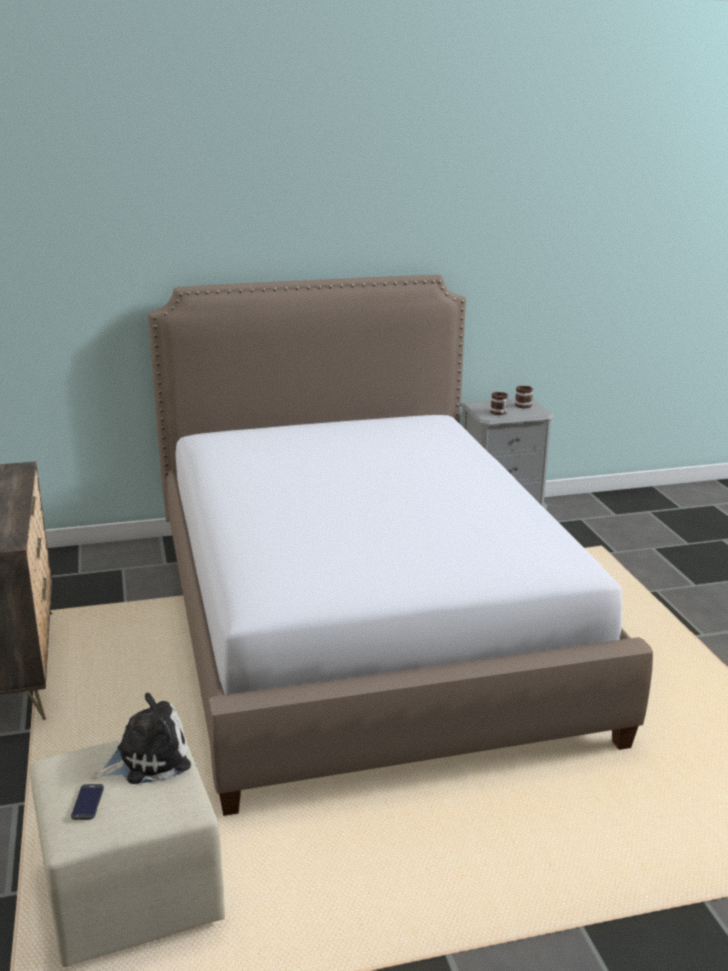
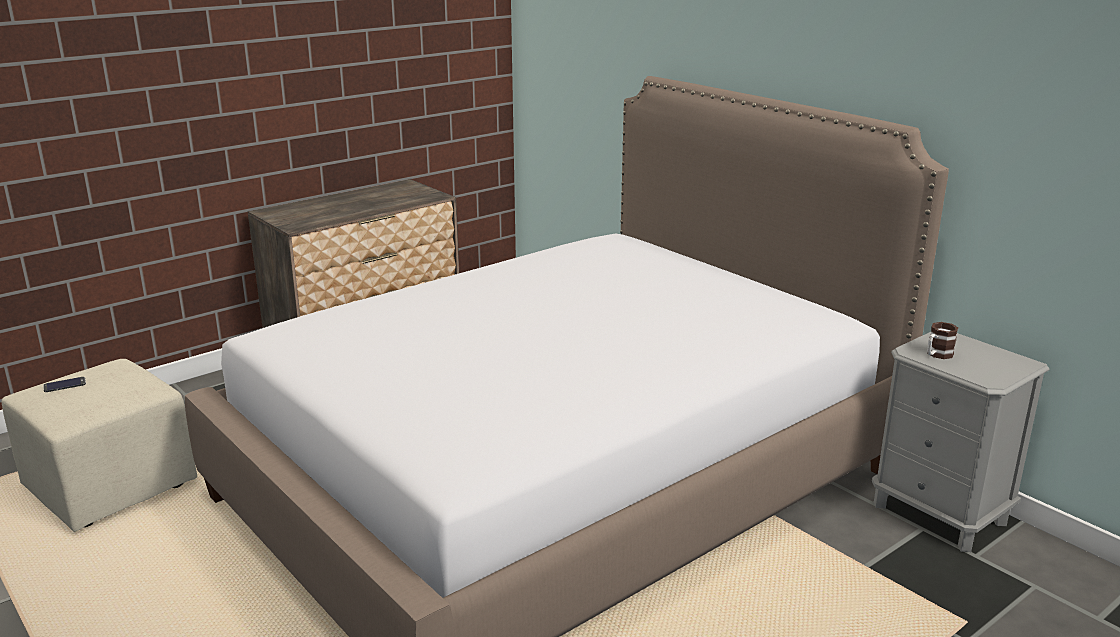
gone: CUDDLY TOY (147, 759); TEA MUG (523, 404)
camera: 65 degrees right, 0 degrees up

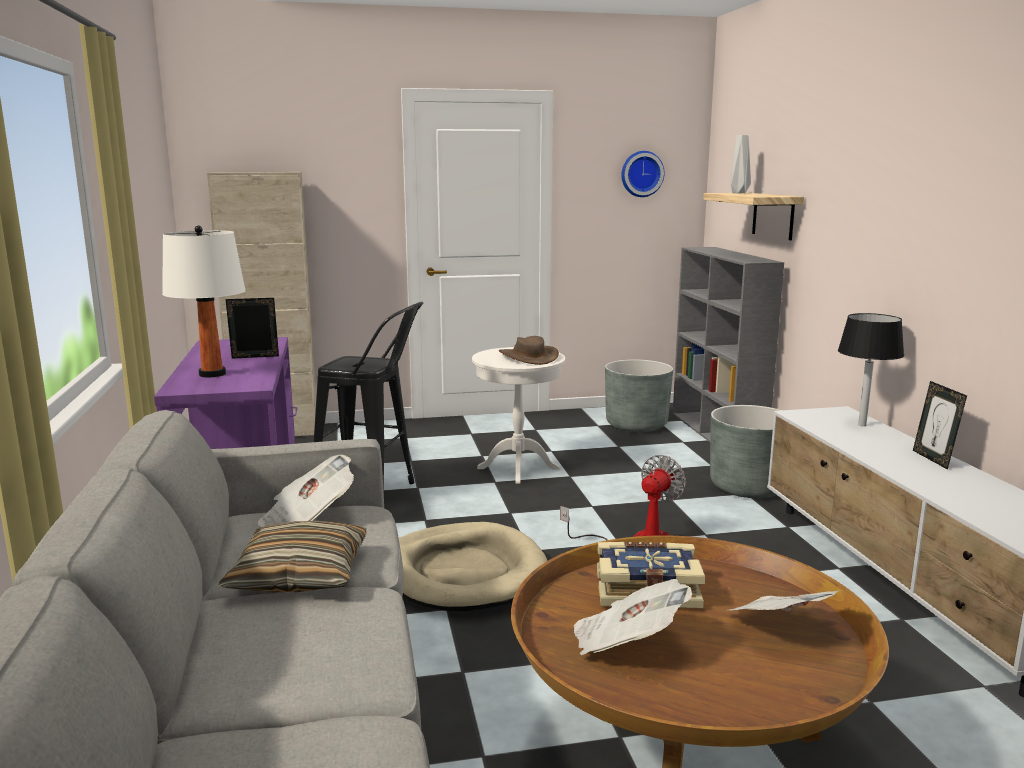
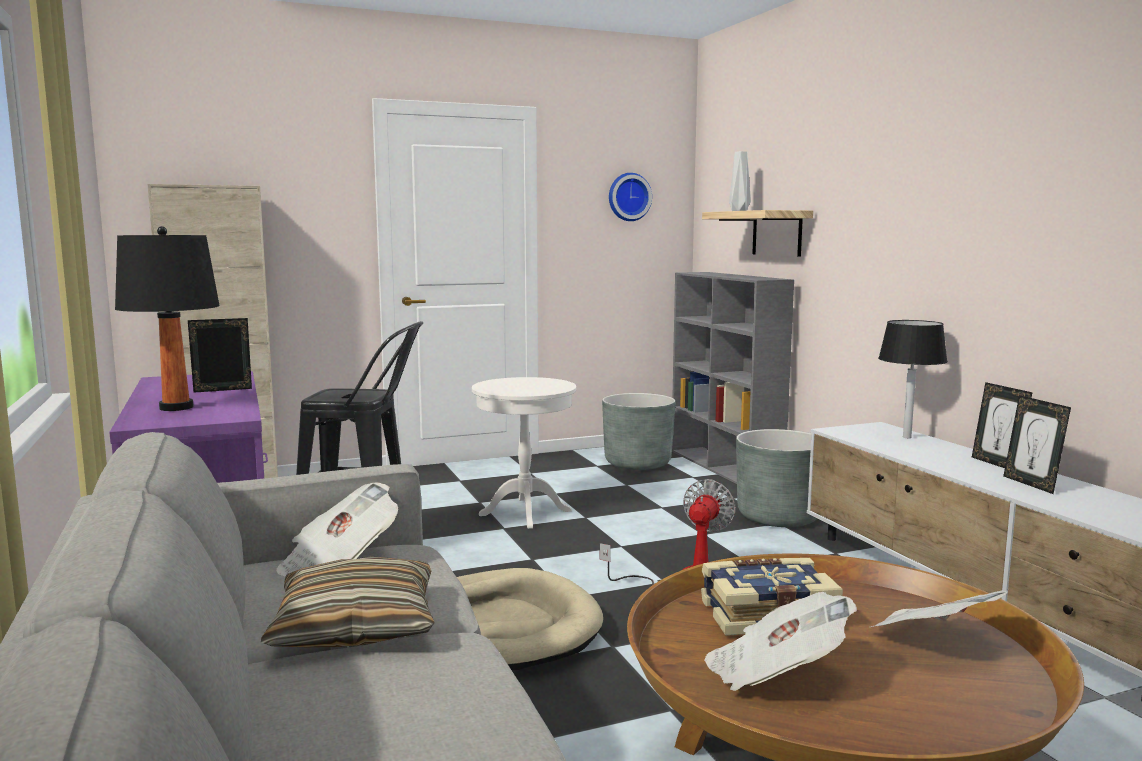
gone: BROWN CLOTHING HAT (528, 357)
new: STANDING FRAME (1031, 484)
repainted: WHITE LAMP FOR A TABLE (212, 374) to BLACKISH LAMP FOR A TABLE (176, 407)
camera: 10 degrees left, 5 degrees down

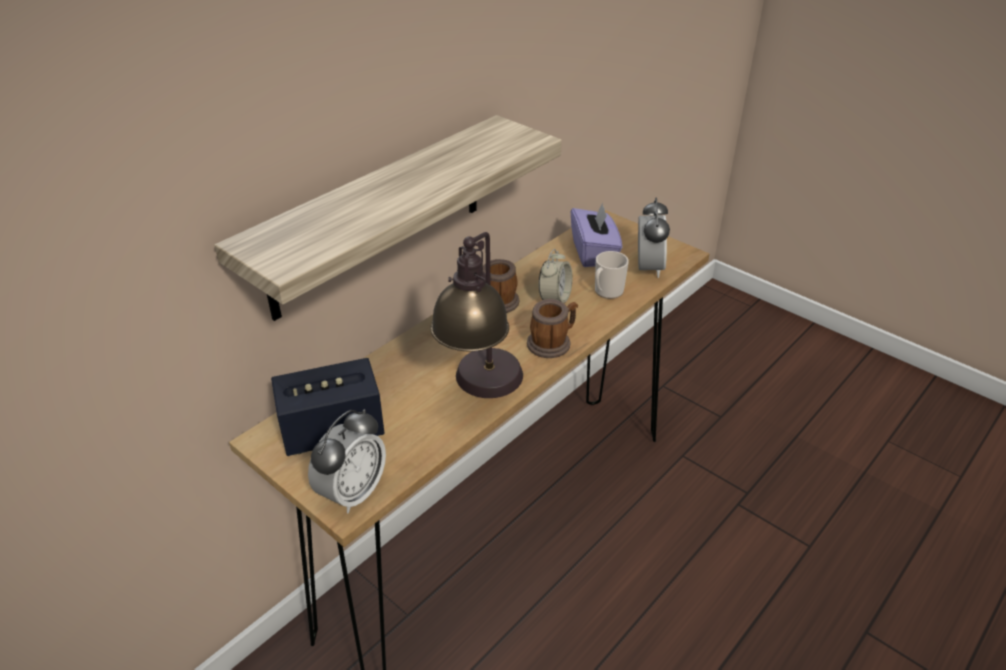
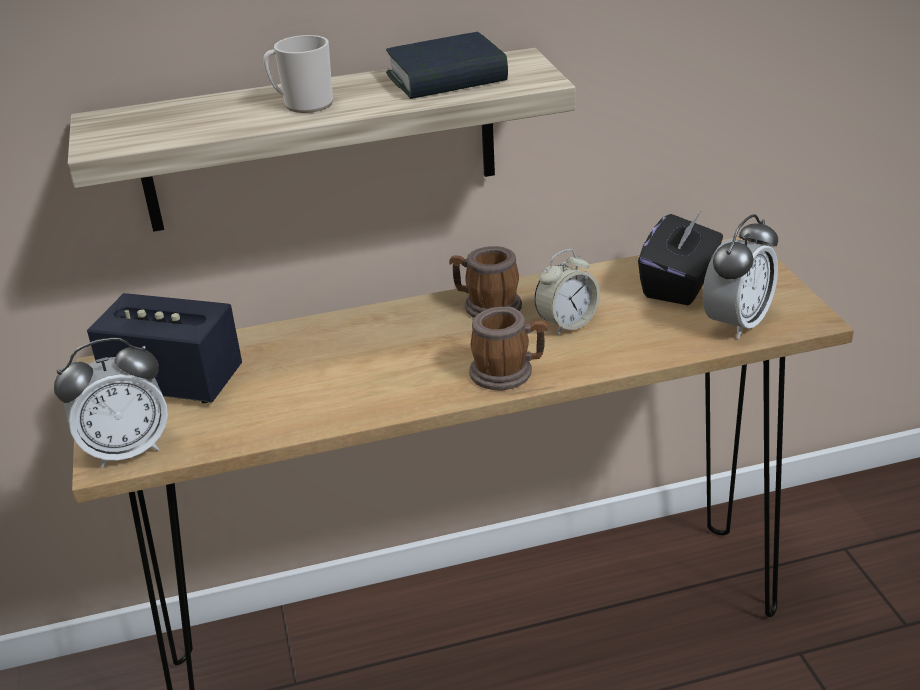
gone: LAMP FOR A TABLE (481, 393)
new: VOLUME (447, 78)
shifted: TEA MUG (606, 292) to (303, 104)
repainted: PURPLE-COLOURED BOX OF TISSUES (594, 253) to BLACKISH BOX OF TISSUES (679, 284)
camera: 35 degrees right, 5 degrees down

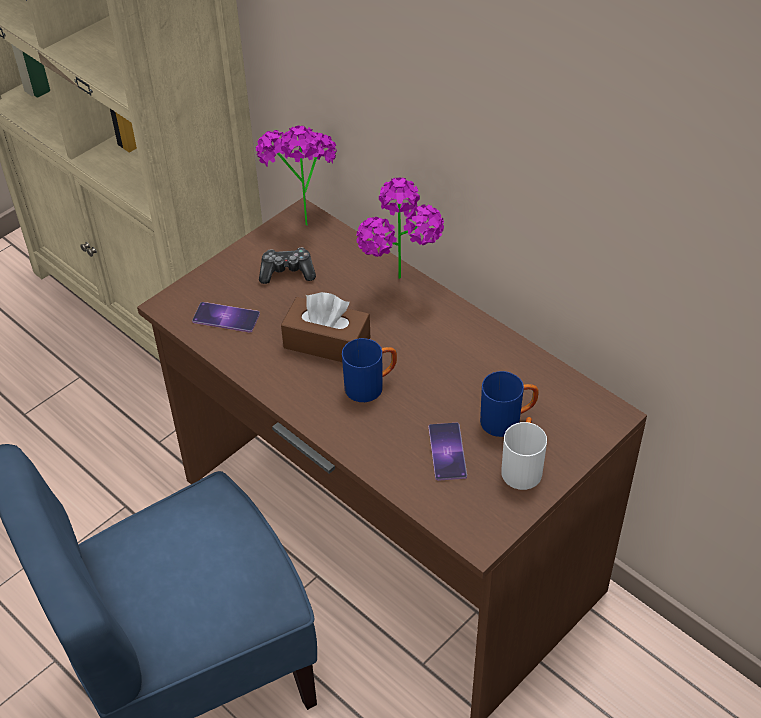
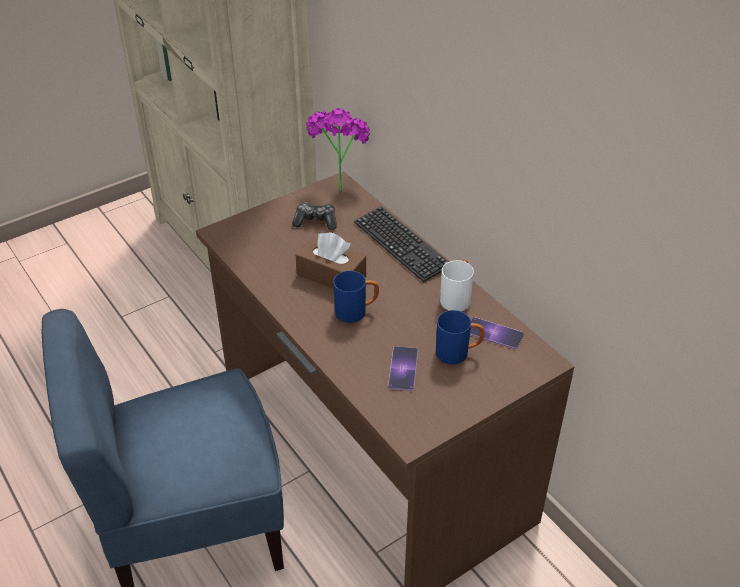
shifted: WHITE TEA MUG (522, 467) to (457, 298); PHONE (226, 317) to (494, 333)
swapped: HOUSEPLANT (402, 288) to COMPUTER KEYBOARD (401, 245)
camera: 10 degrees right, 5 degrees down

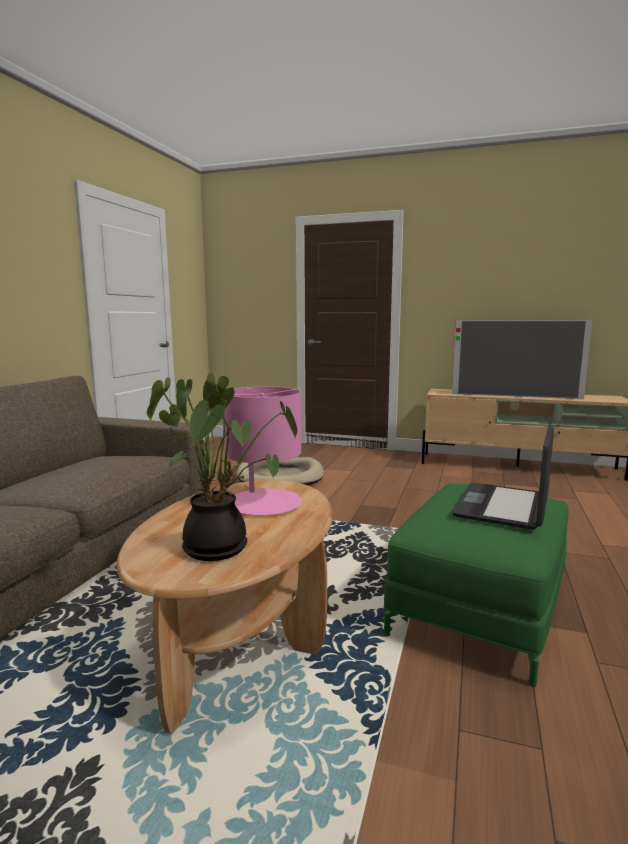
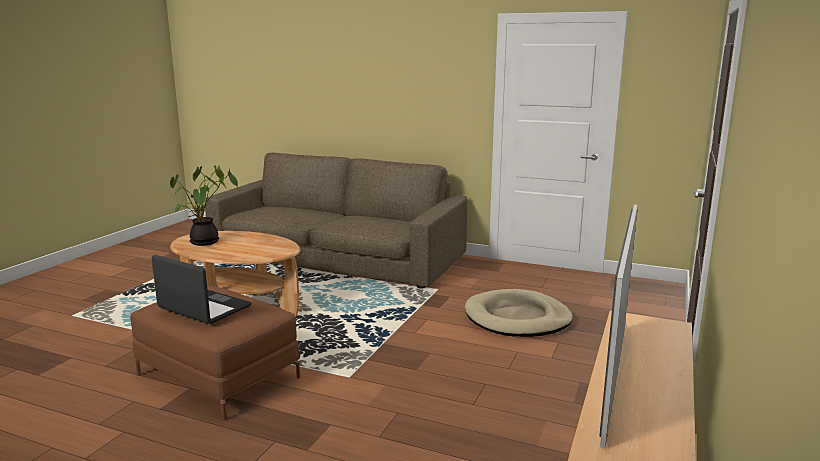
gone: PINK LAMP FOR A TABLE (264, 504)
repainted: GREEN OTTOMAN (481, 607) to BROWN OTTOMAN (217, 376)
camera: 95 degrees right, 5 degrees up

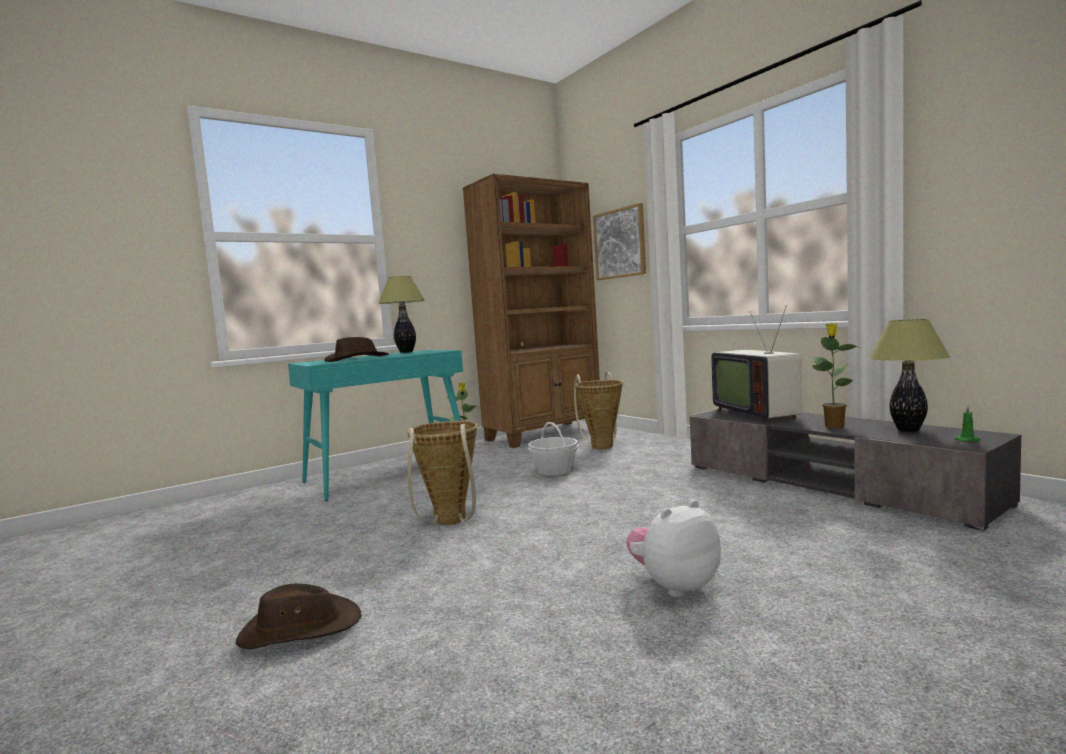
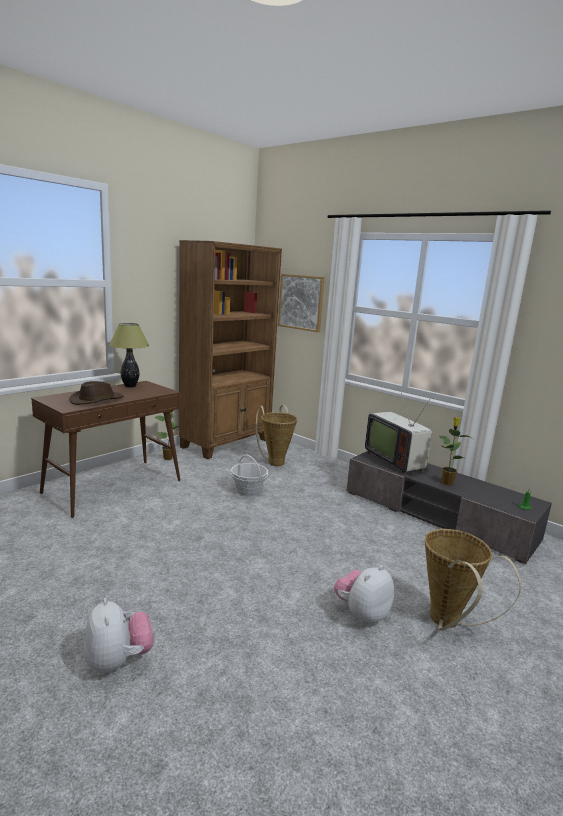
gone: LAMP FOR A TABLE (908, 430)
shifted: STORAGE BASKET (449, 522) to (448, 624)
swapped: BROWN CLOTHING HAT (300, 628) to CUDDLY TOY (118, 661)
repainted: BLUE-GREEN NARROW TABLE (389, 474) to BROWN NARROW TABLE (114, 486)
camera: 15 degrees left, 10 degrees up

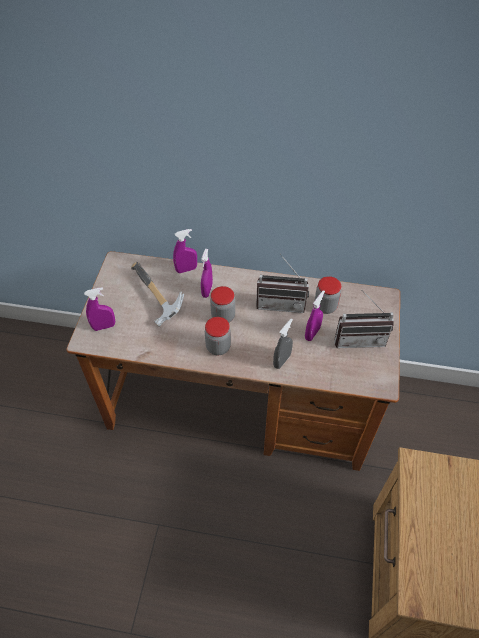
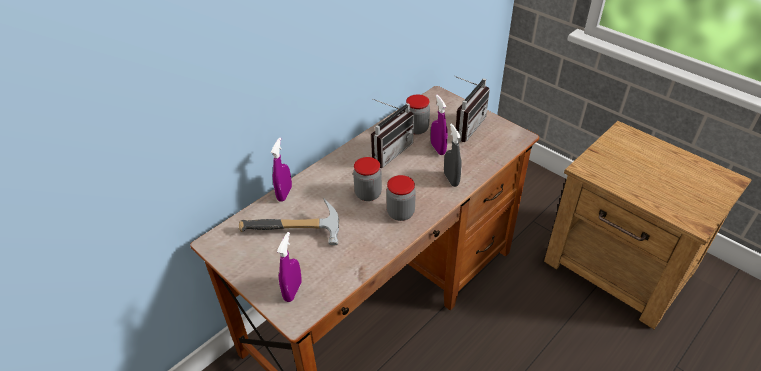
gone: PURPLE-COLOURED SPRAYER (207, 290)
camera: 55 degrees left, 10 degrees down

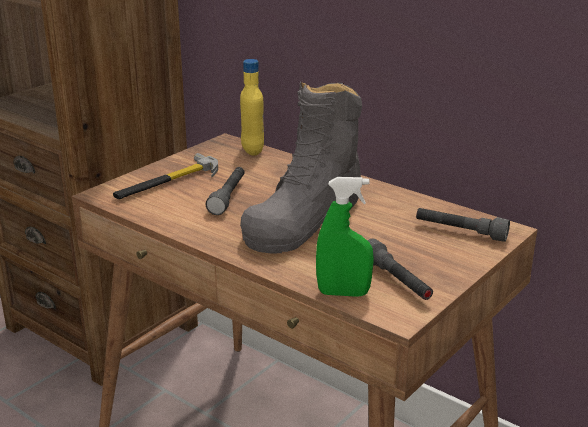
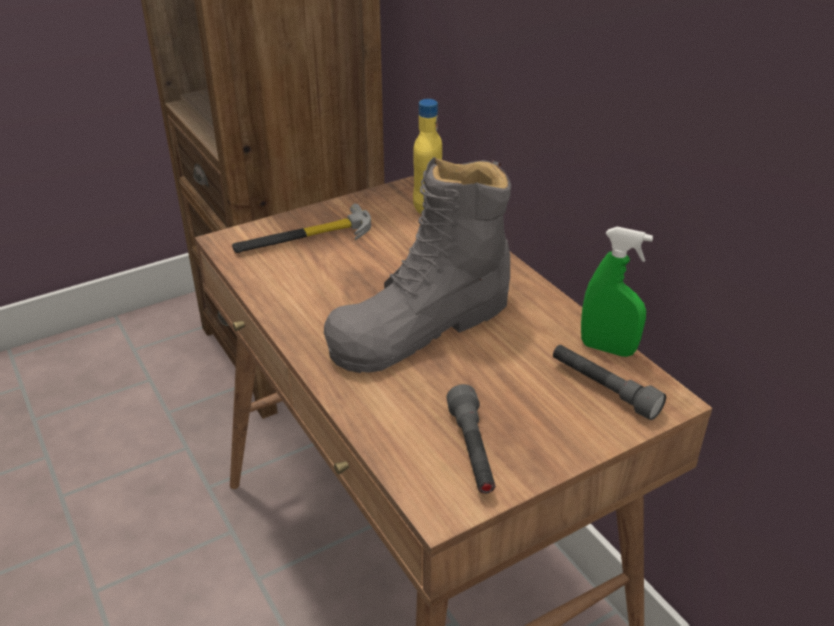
gone: GREY FLASHLIGHT (228, 197)
shifted: GREEN SPRAYER (343, 293) to (607, 348)
camera: 20 degrees right, 10 degrees up

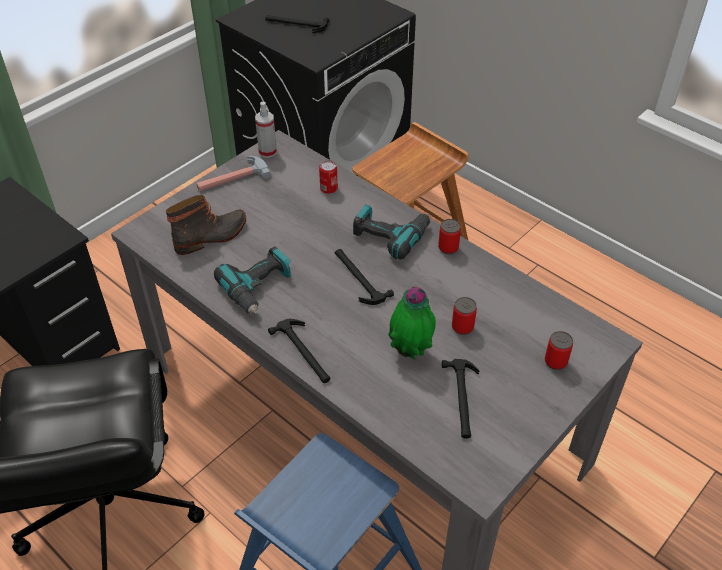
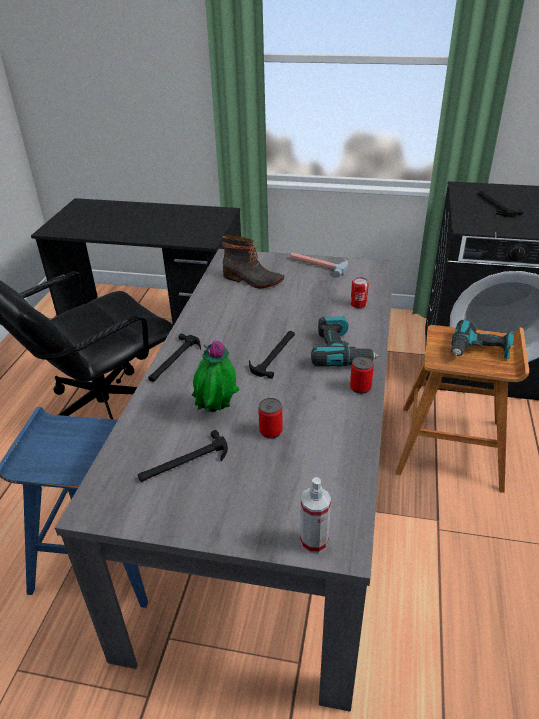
gone: SEALED CAN (555, 361)
shifted: SPRAYER (267, 152) to (314, 541); POWER DRILL (259, 288) to (479, 351)
camera: 60 degrees right, 10 degrees down

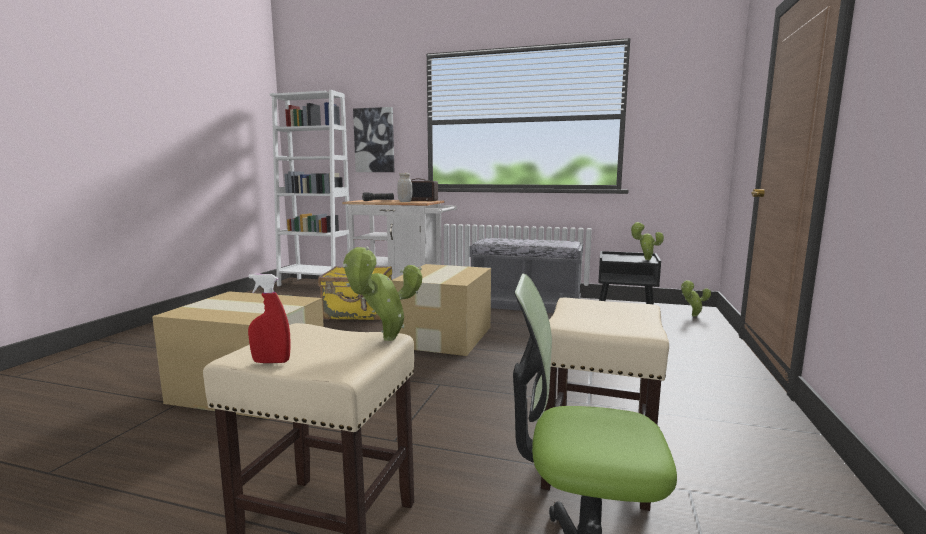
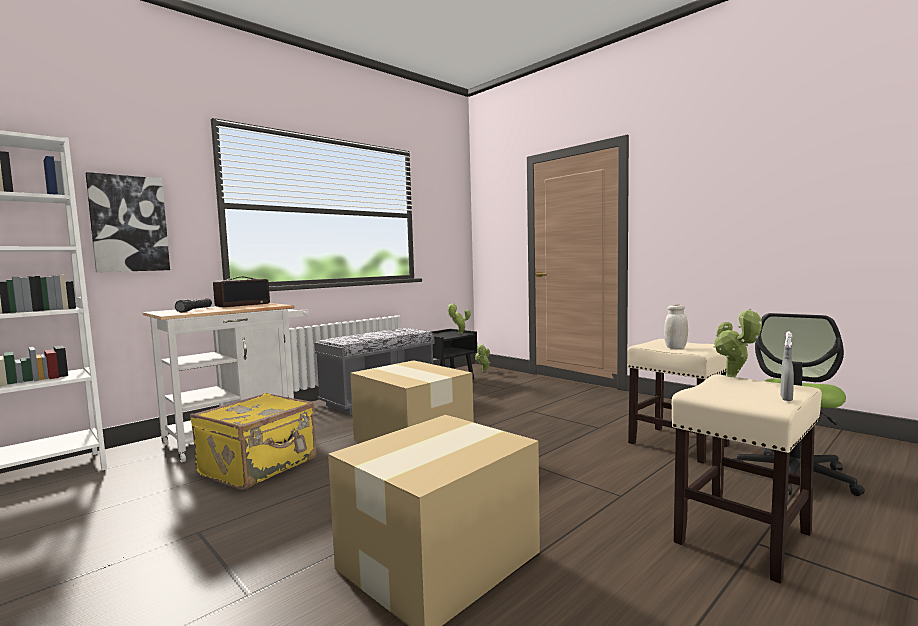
shifted: WHITE PRESERVE JAR (405, 202) to (675, 347)
repainted: REDDISH SPRAYER (271, 362) to GREY SPRAYER (786, 398)
camera: 60 degrees left, 5 degrees down

